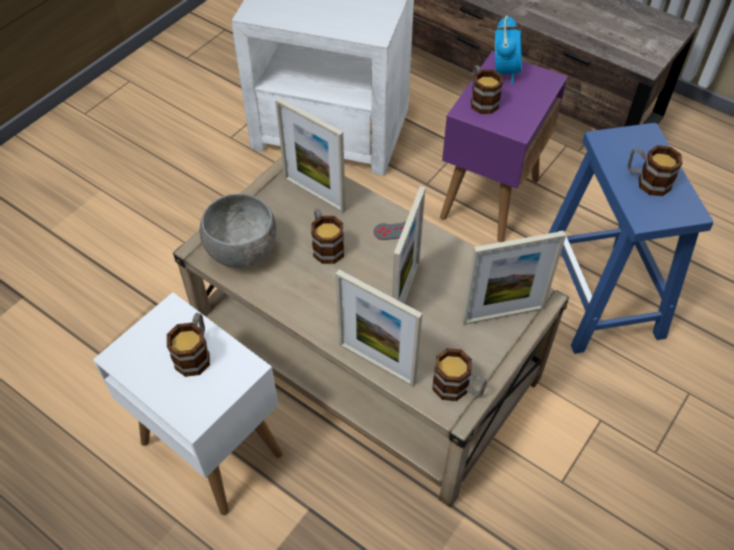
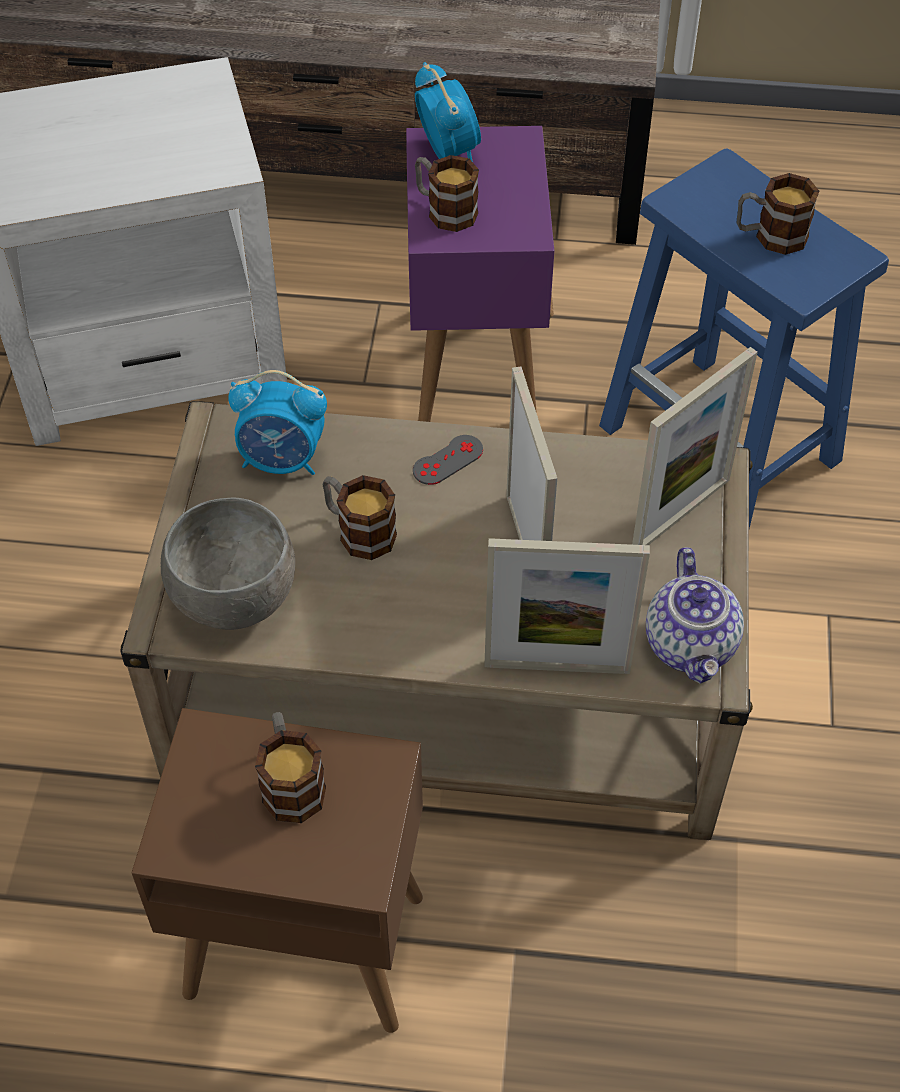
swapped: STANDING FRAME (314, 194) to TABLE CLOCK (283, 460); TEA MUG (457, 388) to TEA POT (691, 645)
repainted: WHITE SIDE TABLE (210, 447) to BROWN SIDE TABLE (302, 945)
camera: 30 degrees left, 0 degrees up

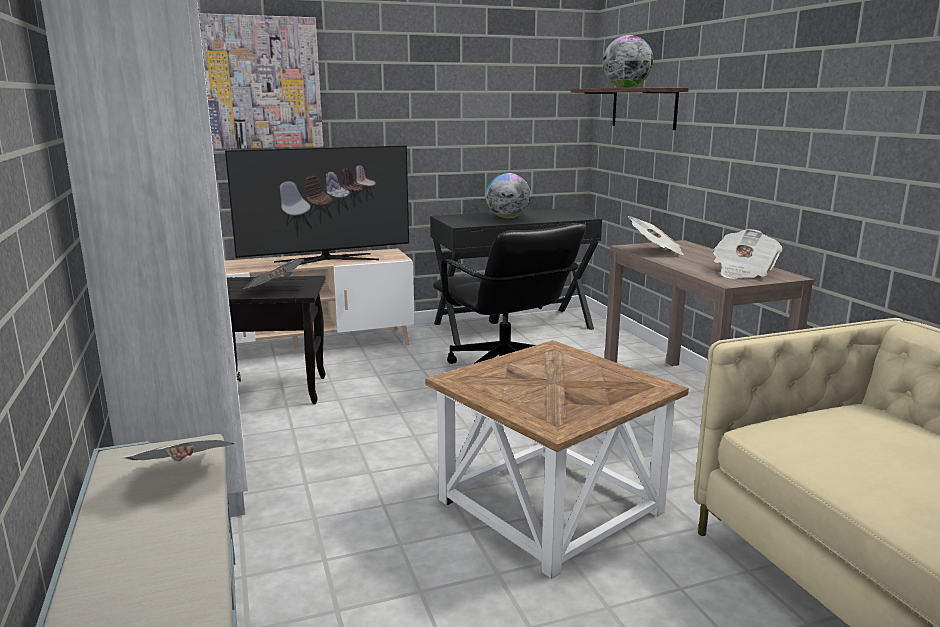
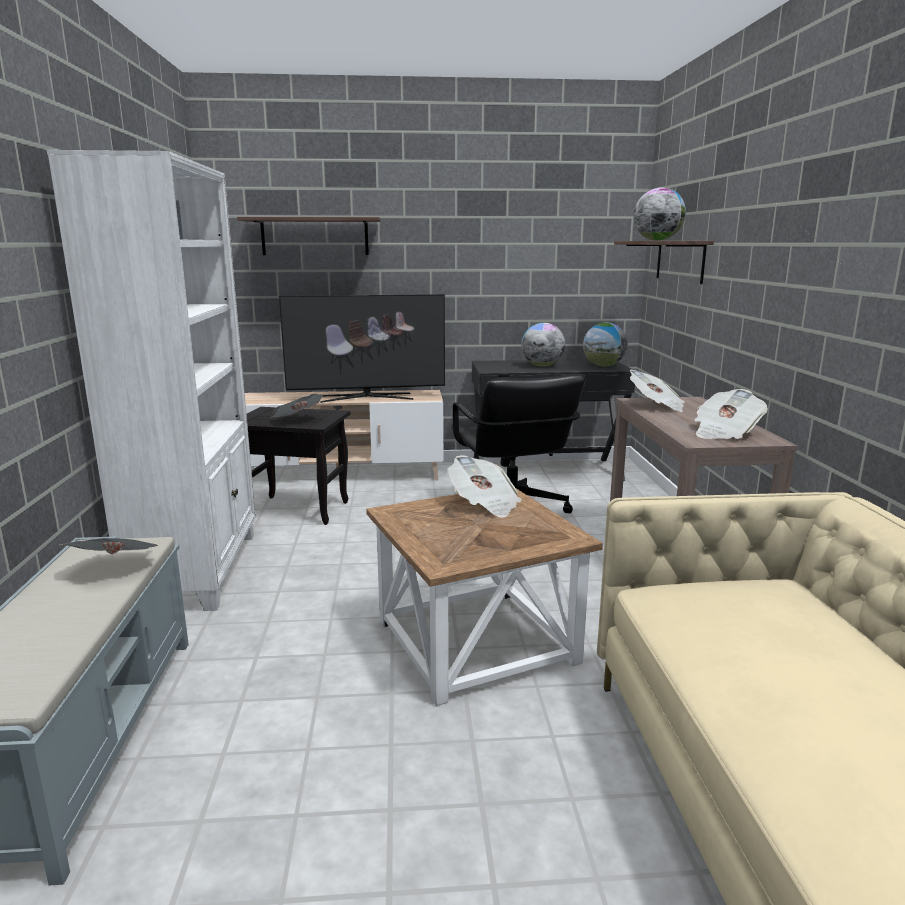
new: NEWSPAPER (484, 504); WORLD GLOBE (603, 366)
swapped: WALL ART (255, 83) to BRACKET SHELF (315, 236)
camera: 15 degrees right, 0 degrees up

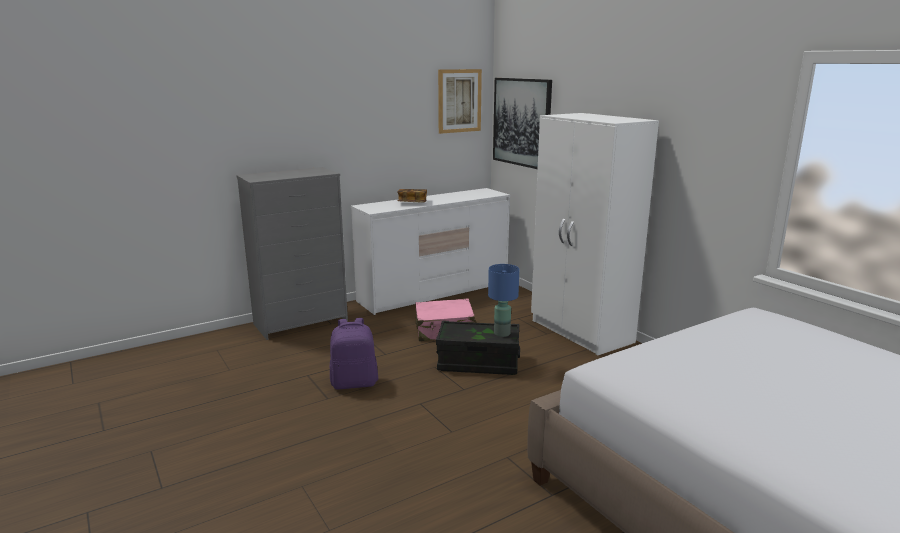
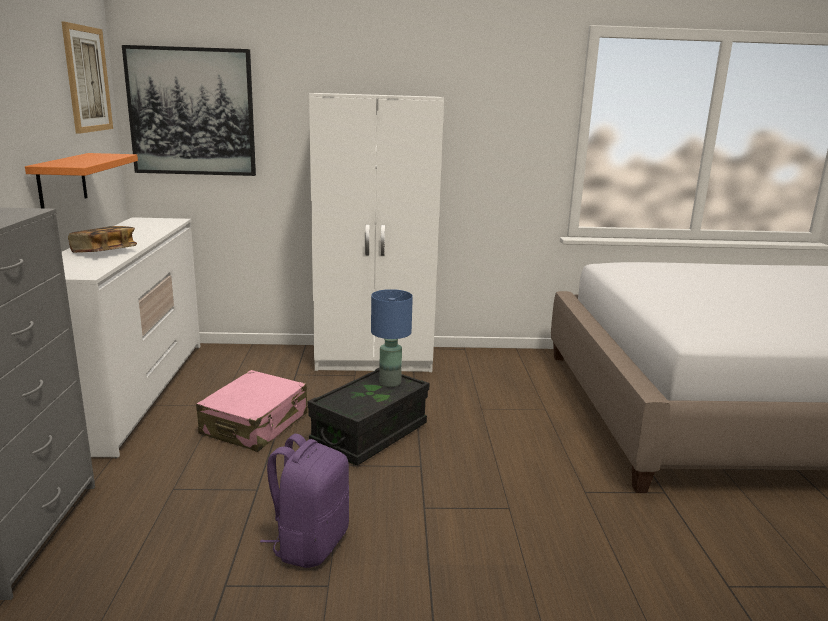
new: ORANGE-COLOURED BRACKET SHELF (62, 182)
camera: 60 degrees left, 0 degrees up

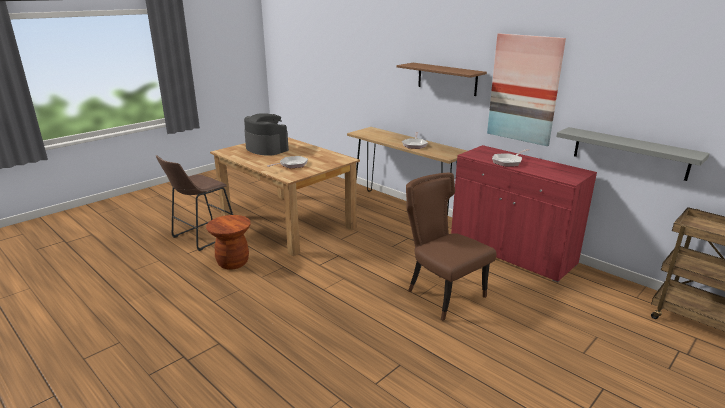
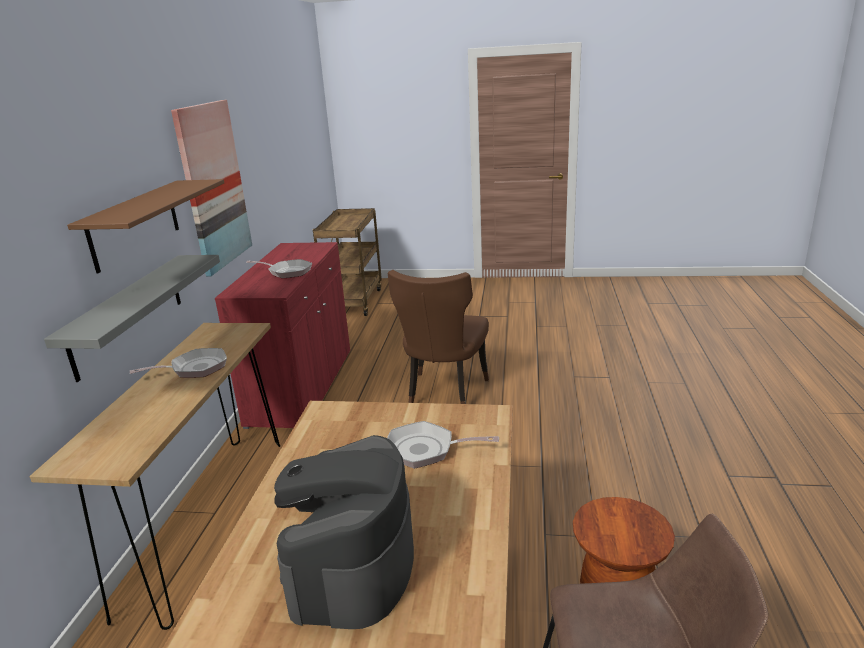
shifted: GREY BRACKET SHELF (630, 153) to (128, 314)
camera: 125 degrees left, 0 degrees up

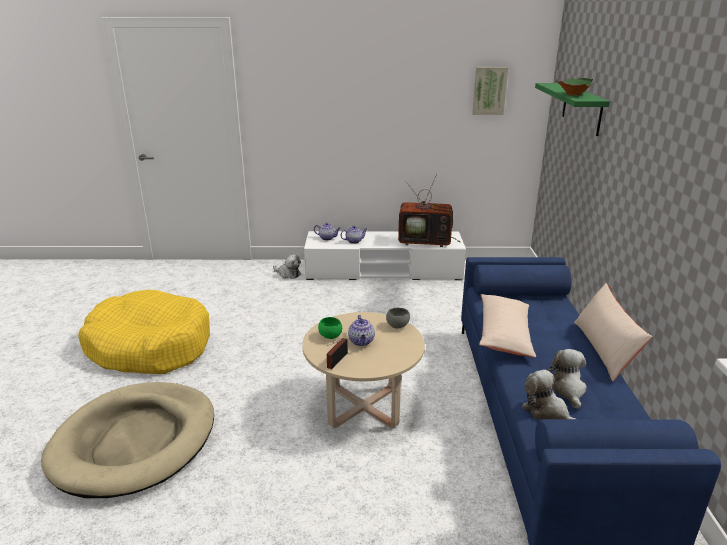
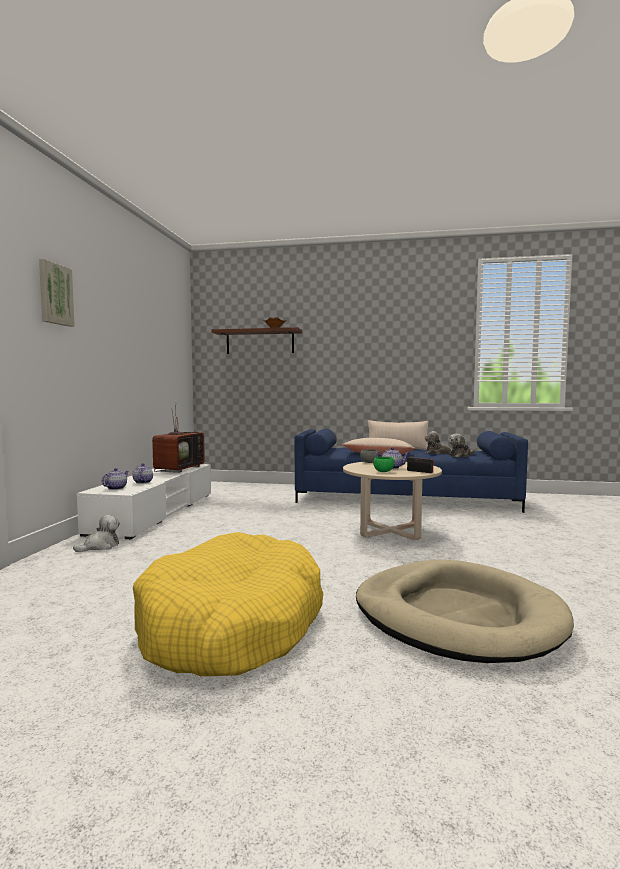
shifted: WALL ART (489, 90) to (55, 294)
repainted: GREEN BRACKET SHELF (581, 108) to BROWN BRACKET SHELF (260, 342)
camera: 80 degrees left, 20 degrees down

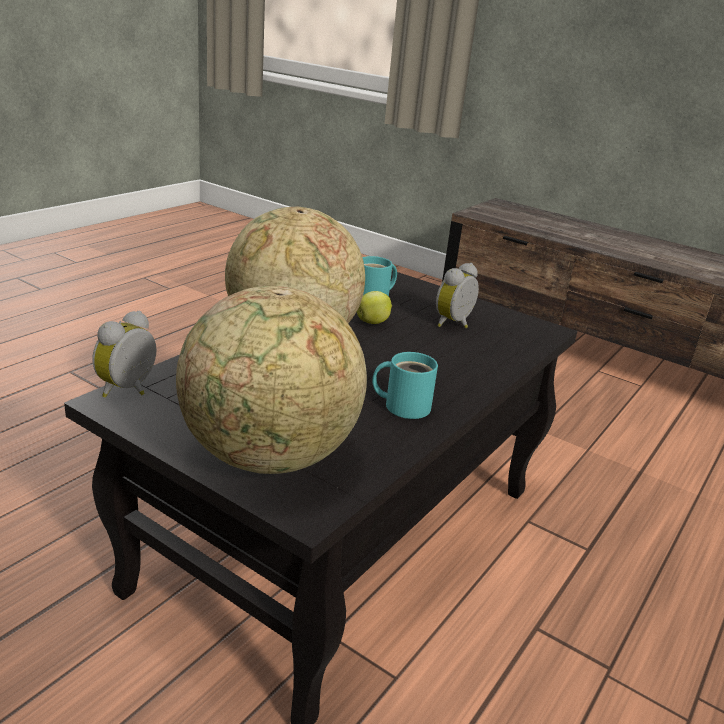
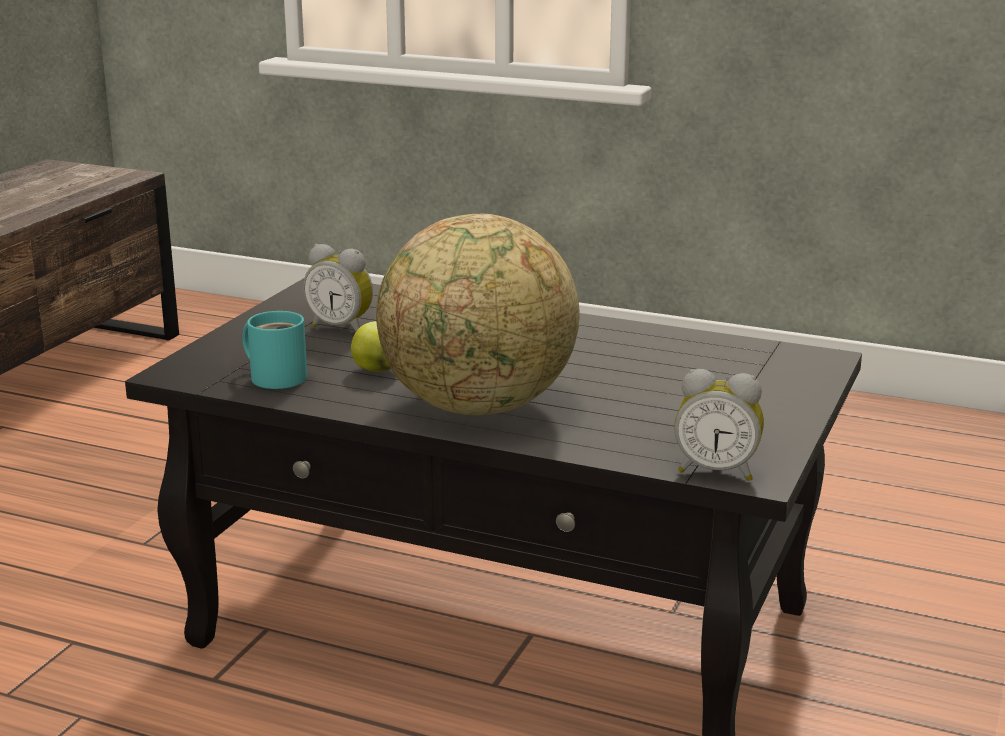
gone: WORLD GLOBE (269, 457); BLUE-GREEN TEA MUG (403, 405)
camera: 100 degrees left, 5 degrees down

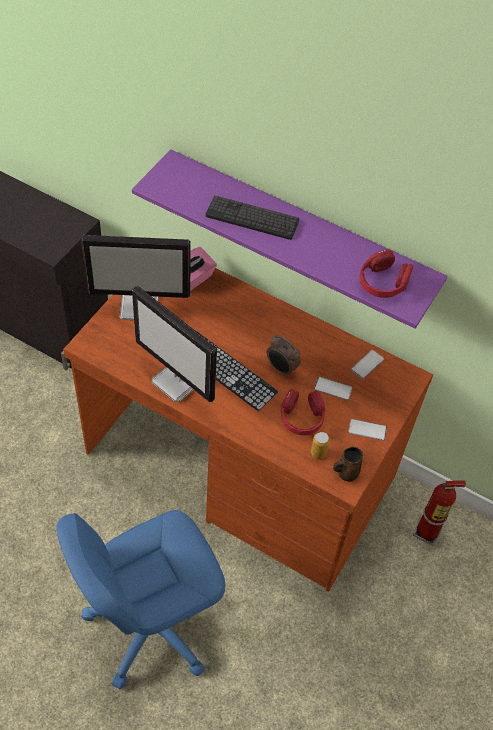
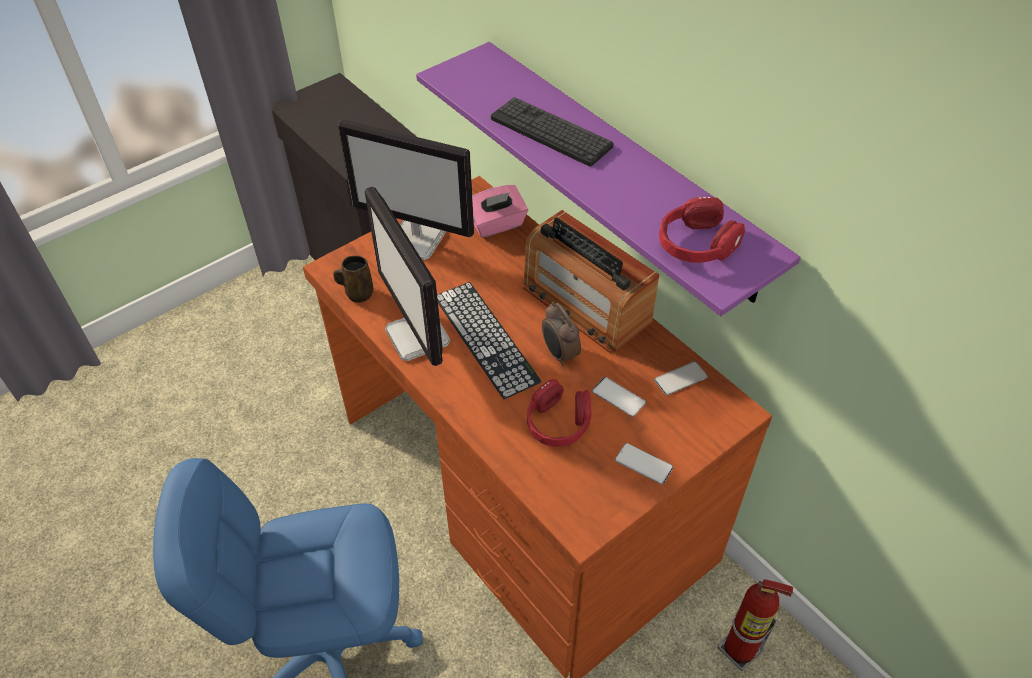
gone: SEALED CAN (318, 453)
new: RADIO RECEIVER (585, 304)
shifted: BROWN TEA MUG (346, 473) to (358, 293)
camera: 25 degrees right, 5 degrees down

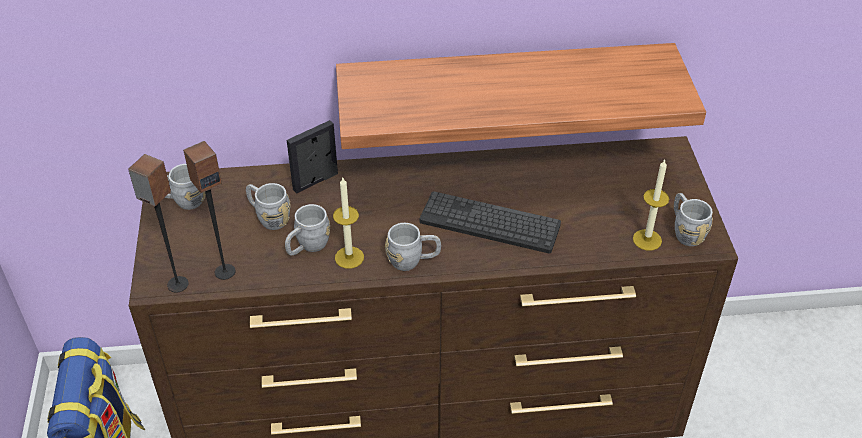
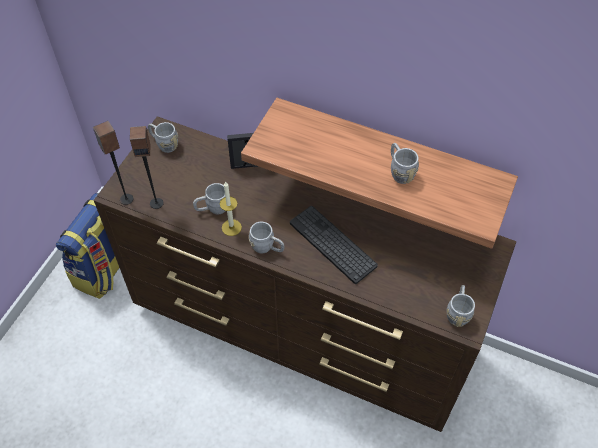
gone: WAX CANDLE (647, 240)
shifted: GREY TEA MUG (268, 217) to (399, 171)
camera: 30 degrees right, 10 degrees up

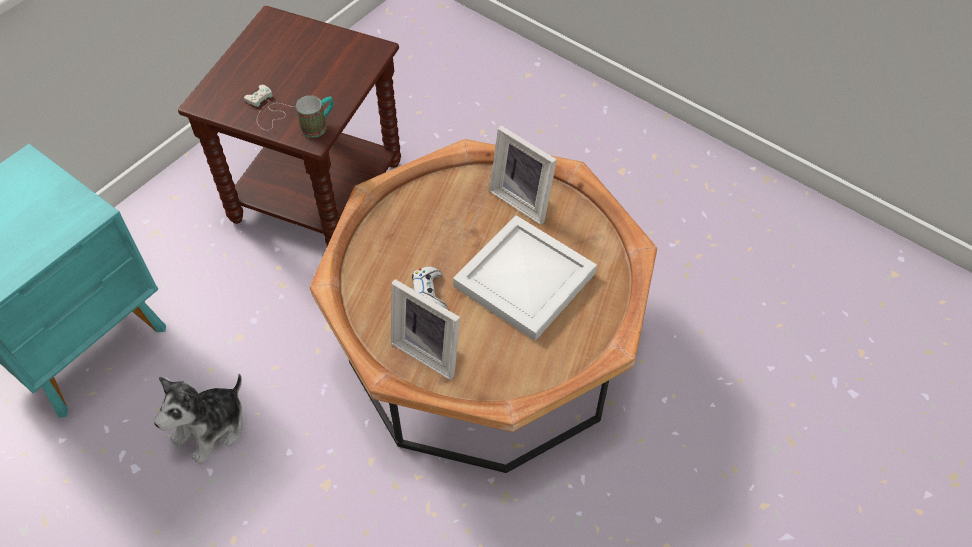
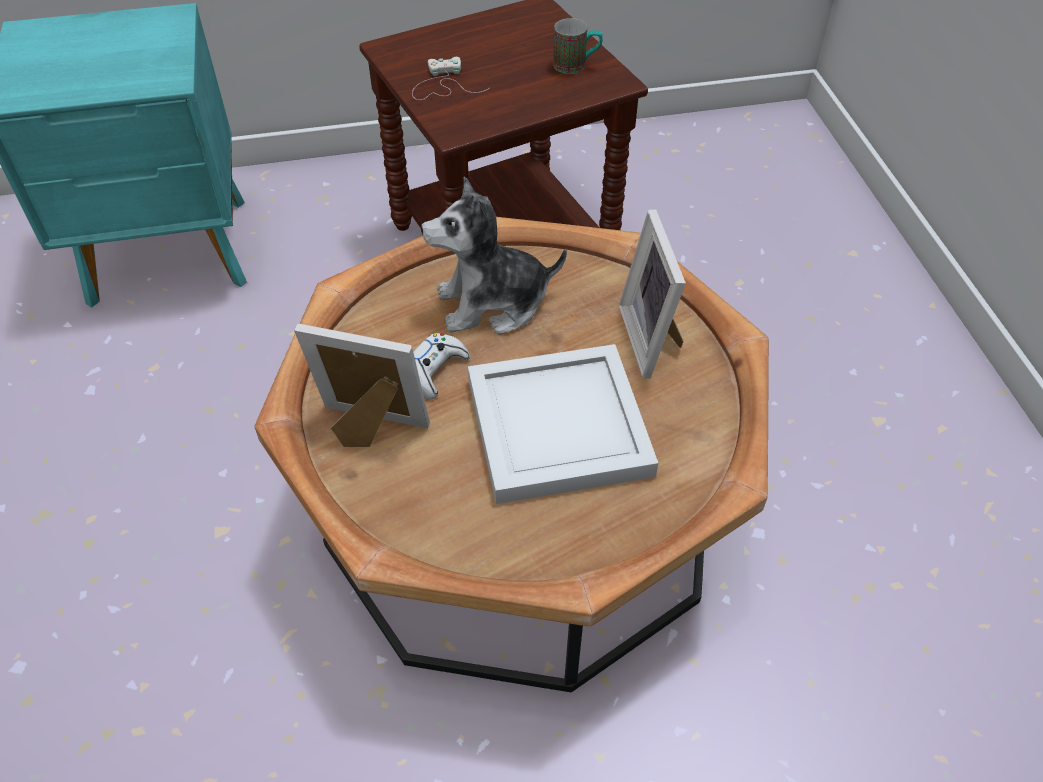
shifted: CUDDLY TOY (211, 428) to (492, 304); TEA MUG (319, 126) to (576, 66)
rotated: STANDING FRAME (430, 349) = (370, 430) 120 degrees clockwise
camera: 40 degrees right, 5 degrees down

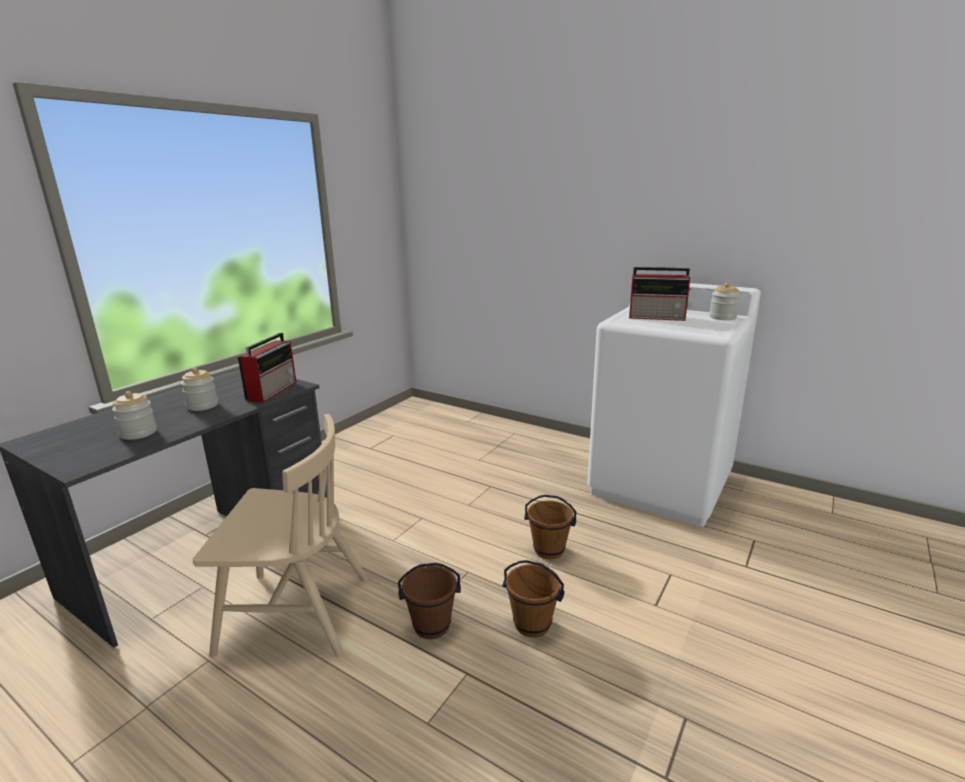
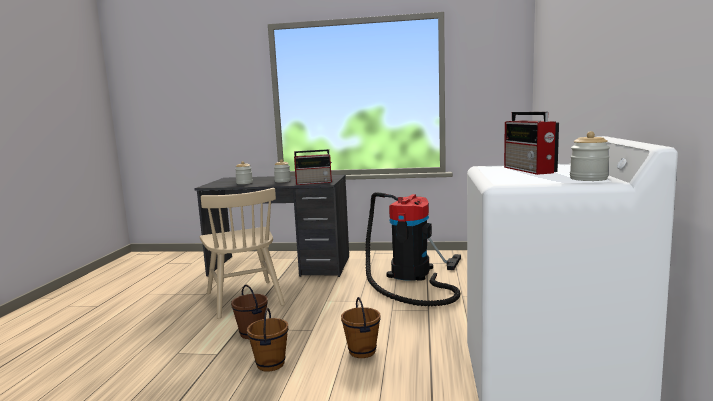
new: HOOVER (410, 275)
camera: 65 degrees right, 10 degrees down

